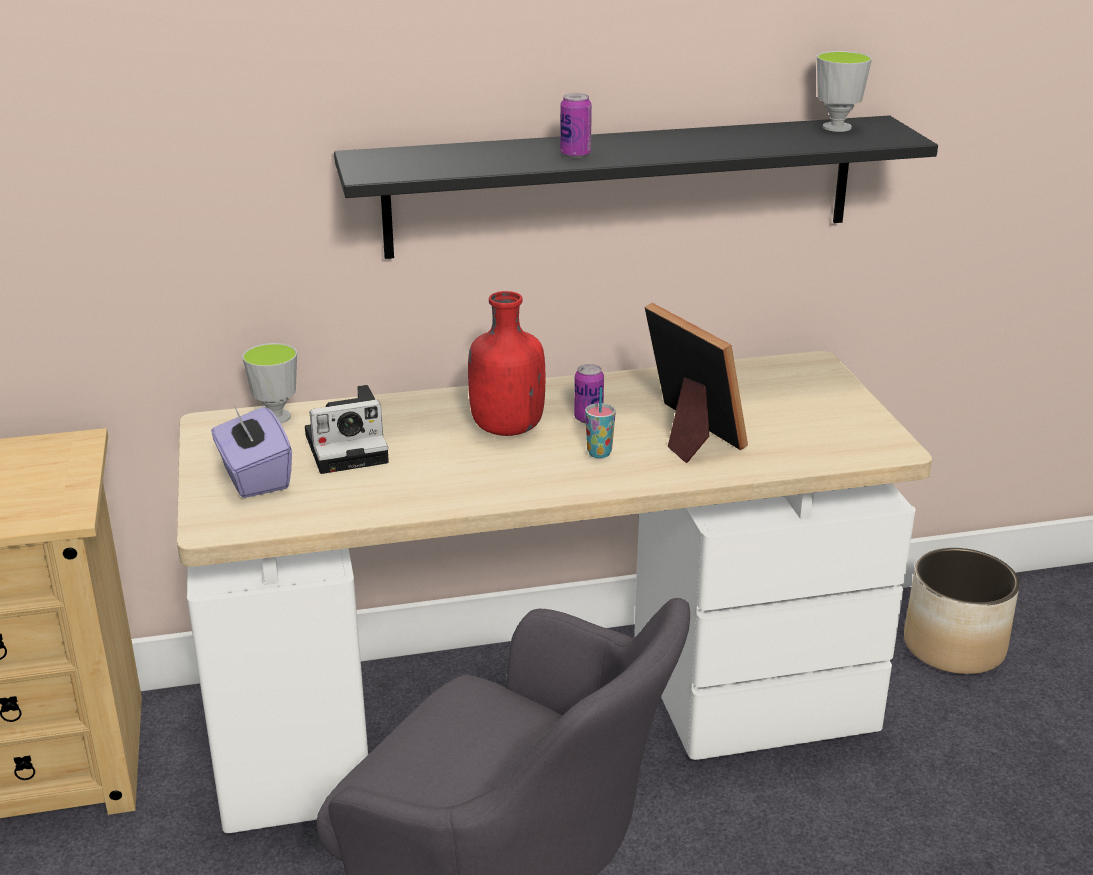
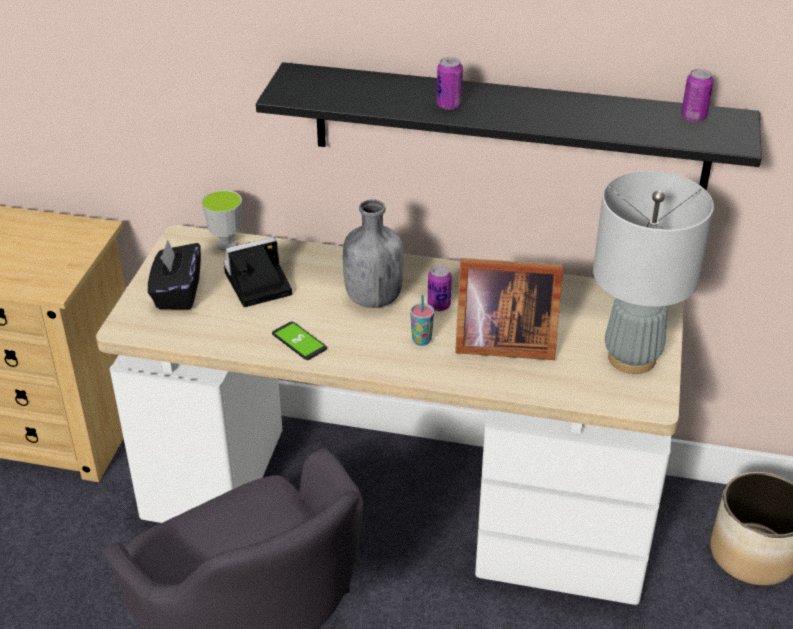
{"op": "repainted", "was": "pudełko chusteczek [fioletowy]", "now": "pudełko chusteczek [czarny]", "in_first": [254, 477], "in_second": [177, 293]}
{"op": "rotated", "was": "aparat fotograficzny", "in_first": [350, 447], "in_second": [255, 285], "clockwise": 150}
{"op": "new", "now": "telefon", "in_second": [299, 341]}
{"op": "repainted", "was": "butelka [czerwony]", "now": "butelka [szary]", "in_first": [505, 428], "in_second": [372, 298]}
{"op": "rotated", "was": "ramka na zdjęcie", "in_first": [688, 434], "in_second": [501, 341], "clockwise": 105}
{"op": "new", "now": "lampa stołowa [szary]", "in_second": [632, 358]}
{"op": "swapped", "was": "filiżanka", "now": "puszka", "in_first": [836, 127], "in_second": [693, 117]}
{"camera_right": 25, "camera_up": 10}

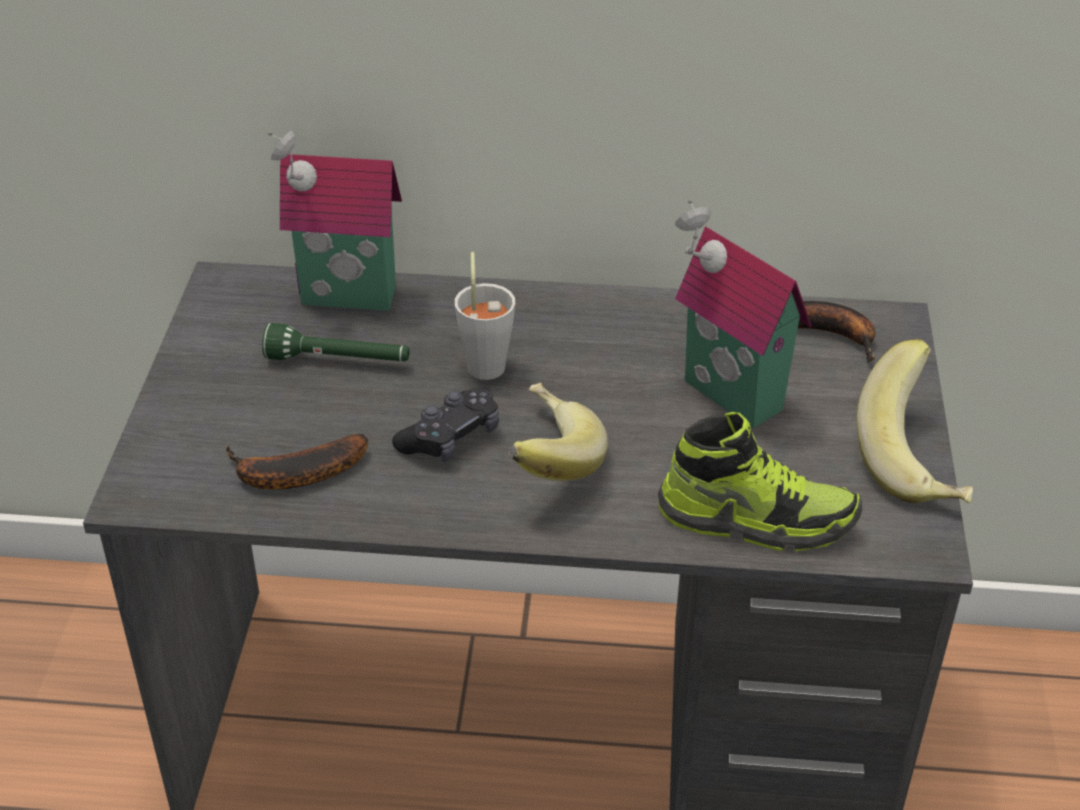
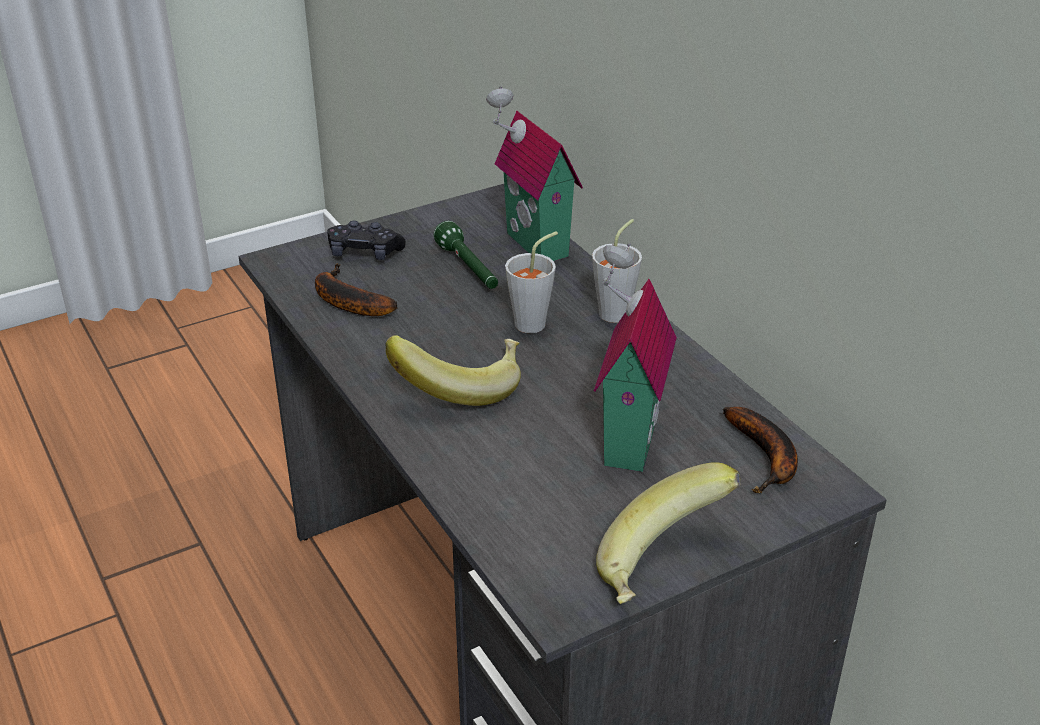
{"op": "shifted", "was": "pad do gier [czarny]", "in_first": [450, 437], "in_second": [365, 253]}
{"op": "new", "now": "filiżanka [szary]", "in_second": [618, 310]}
{"op": "gone", "was": "but", "in_first": [756, 519]}
{"camera_right": 55, "camera_up": -5}

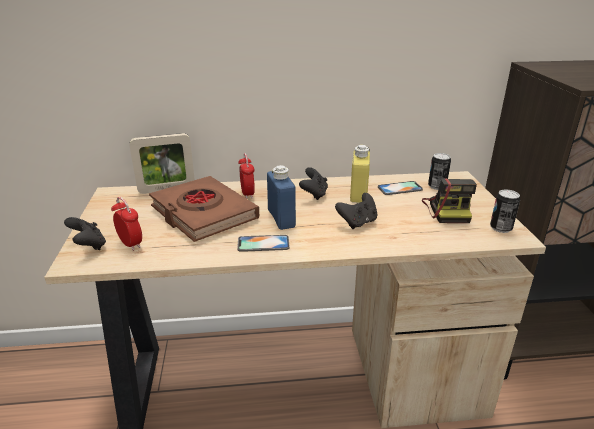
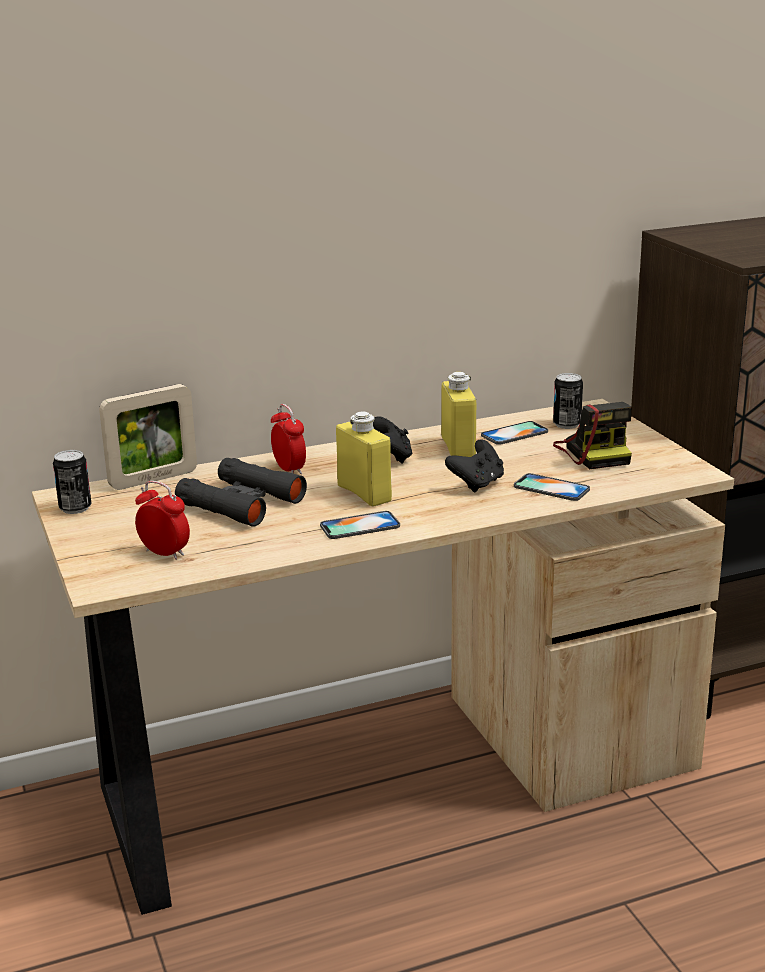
{"op": "shifted", "was": "puszka", "in_first": [501, 228], "in_second": [75, 508]}
{"op": "swapped", "was": "książka [brązowy]", "now": "lornetka [czarny]", "in_first": [203, 213], "in_second": [241, 503]}
{"op": "repainted", "was": "butelka [niebieski]", "now": "butelka [żółty]", "in_first": [281, 219], "in_second": [364, 494]}
{"op": "new", "now": "telefon", "in_second": [551, 488]}
{"op": "gone", "was": "pad do gier [czarny]", "in_first": [89, 246]}
{"camera_right": -15, "camera_up": -5}

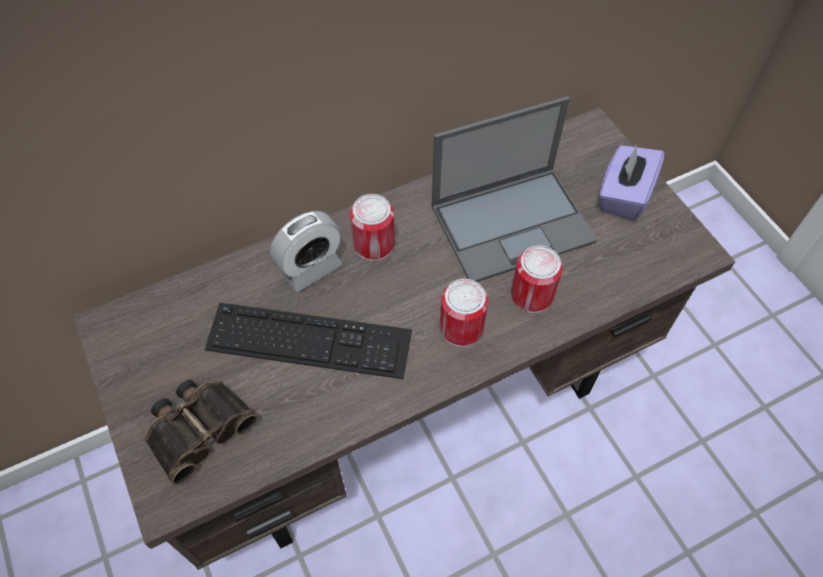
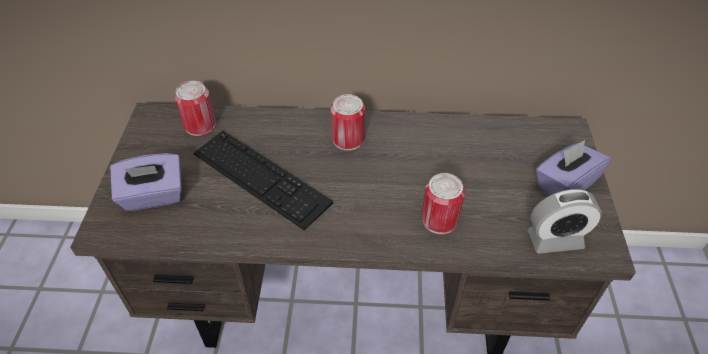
{"op": "swapped", "was": "lornetka", "now": "pudełko chusteczek [fioletowy]", "in_first": [198, 428], "in_second": [153, 196]}
{"op": "shifted", "was": "puszka", "in_first": [461, 328], "in_second": [200, 125]}
{"op": "shifted", "was": "budzik", "in_first": [310, 268], "in_second": [555, 239]}
{"op": "gone", "was": "laptop", "in_first": [513, 223]}
{"camera_right": 30, "camera_up": -10}

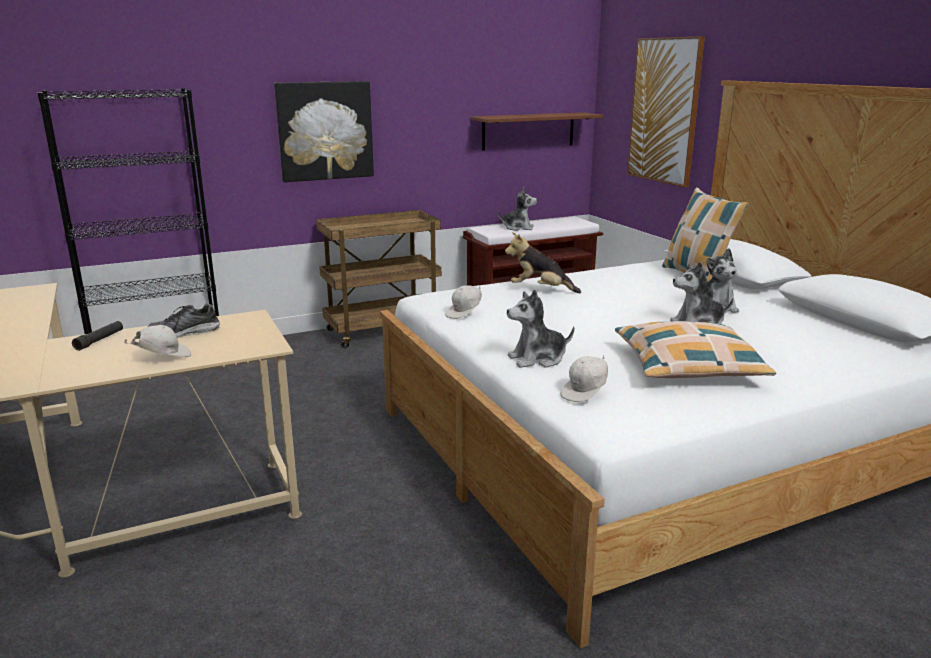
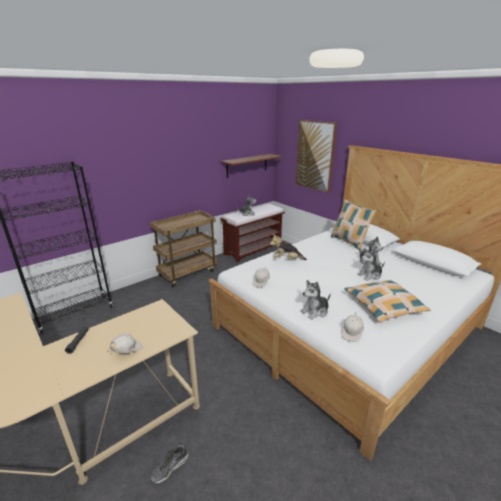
{"op": "shifted", "was": "but", "in_first": [185, 333], "in_second": [170, 467]}
{"op": "gone", "was": "obraz", "in_first": [325, 131]}
{"camera_right": -15, "camera_up": 5}

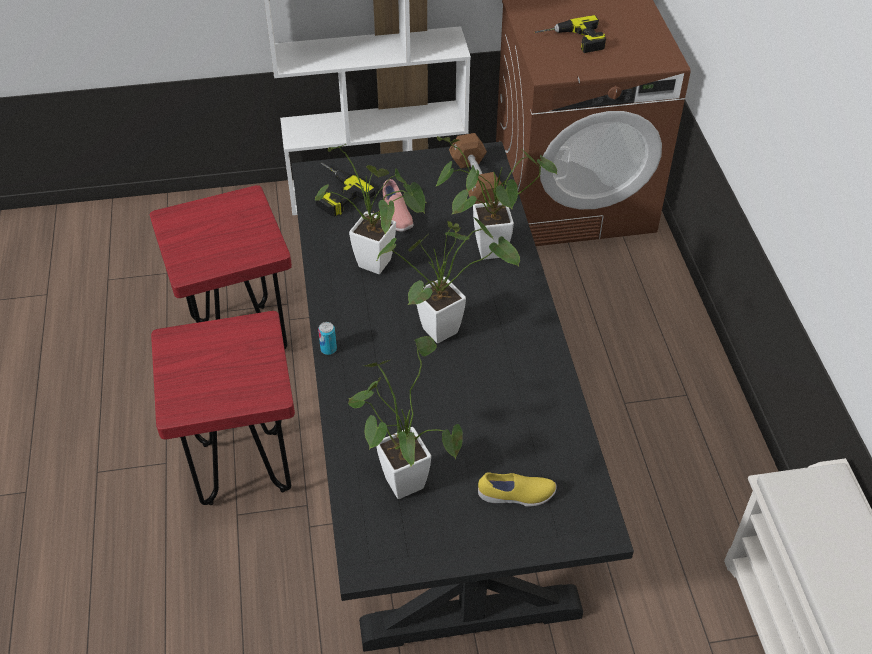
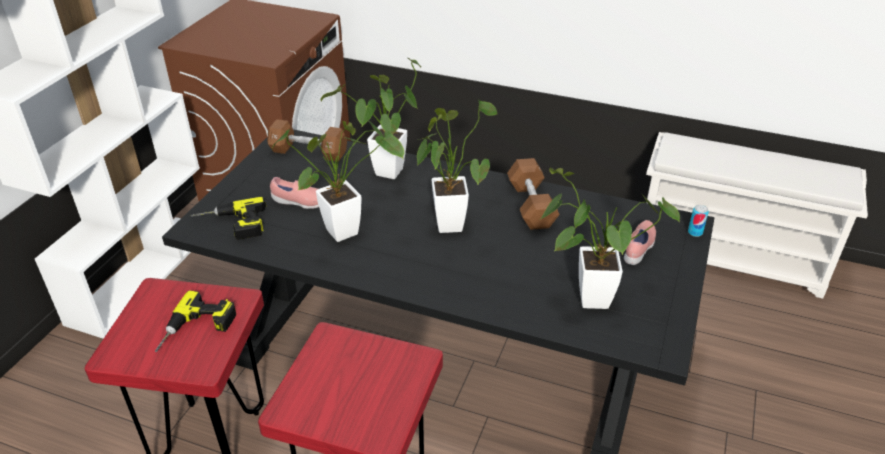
{"op": "shifted", "was": "wiertarka", "in_first": [572, 41], "in_second": [197, 330]}
{"op": "new", "now": "hantel [brązowy]", "in_second": [531, 205]}
{"op": "repainted", "was": "but [żółty]", "now": "but [różowy]", "in_first": [516, 496], "in_second": [639, 248]}
{"op": "shifted", "was": "puszka", "in_first": [328, 349], "in_second": [695, 232]}
{"camera_right": -60, "camera_up": -10}

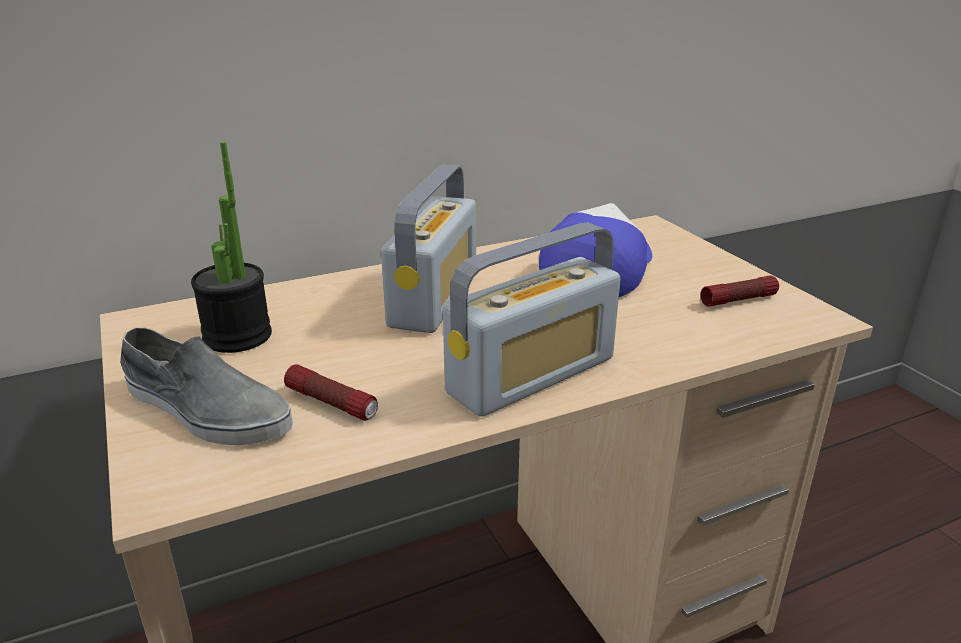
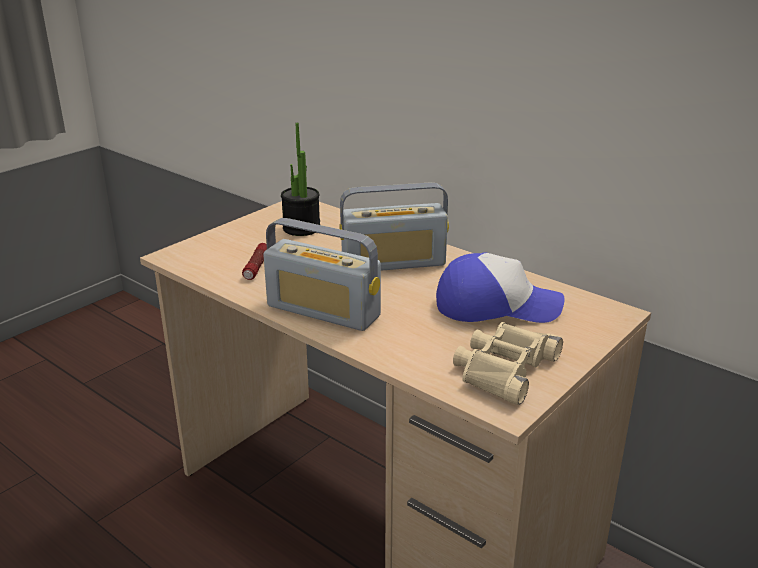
{"op": "swapped", "was": "latarka", "now": "lornetka [beżowy]", "in_first": [738, 300], "in_second": [503, 369]}
{"op": "gone", "was": "but [szary]", "in_first": [206, 410]}
{"camera_right": 65, "camera_up": 0}

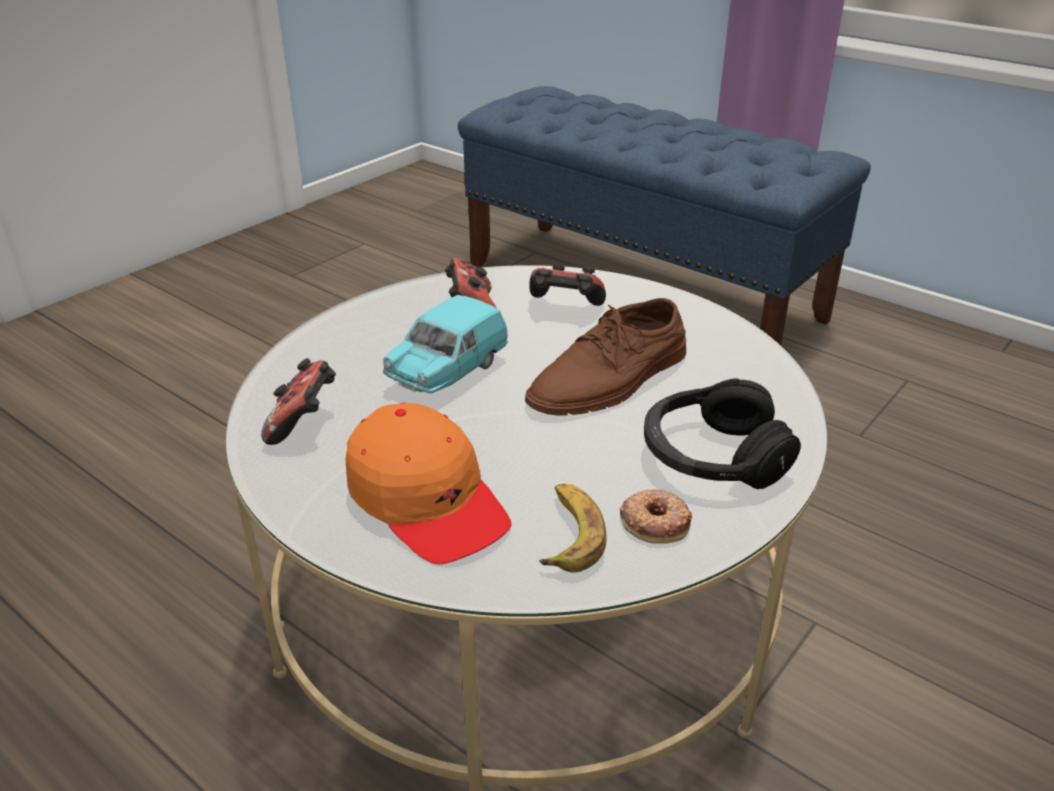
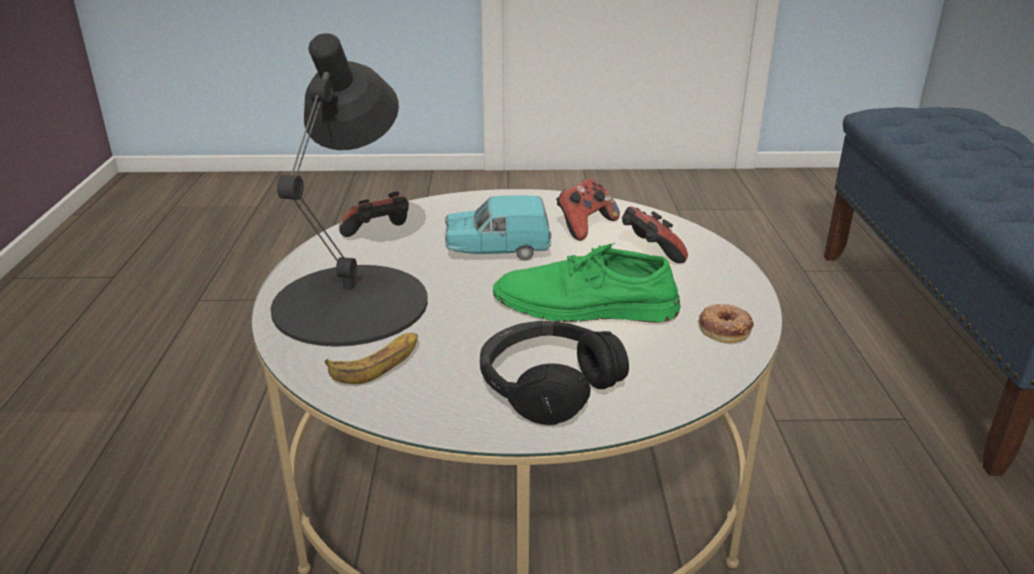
{"op": "swapped", "was": "czapka z daszkiem [pomarańczowy]", "now": "lampa stołowa [czarny]", "in_first": [427, 500], "in_second": [352, 302]}
{"op": "repainted", "was": "but [brązowy]", "now": "but [zielony]", "in_first": [610, 380], "in_second": [584, 307]}
{"op": "shifted", "was": "donut", "in_first": [655, 521], "in_second": [725, 328]}
{"camera_right": 50, "camera_up": -5}

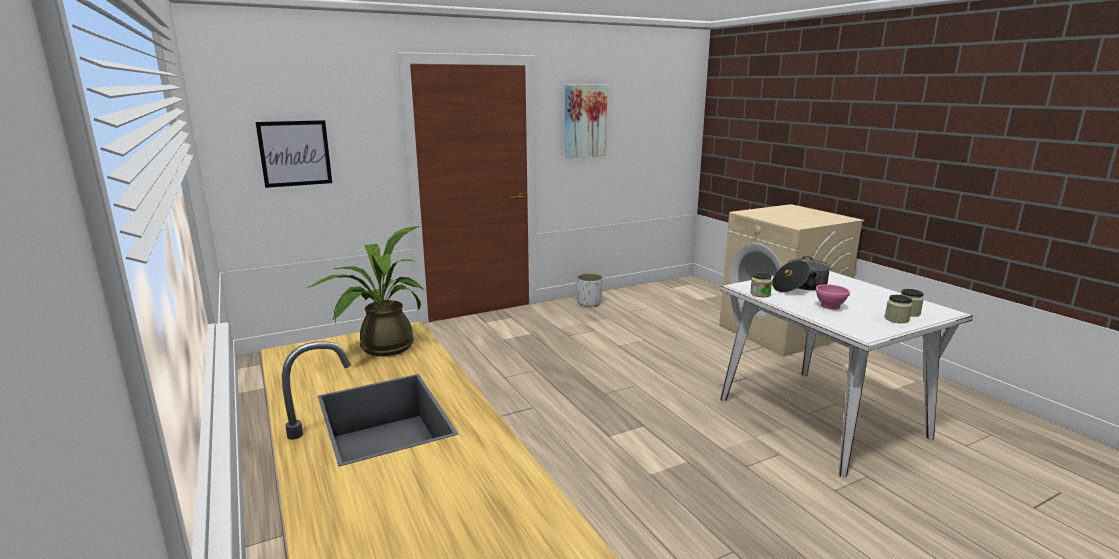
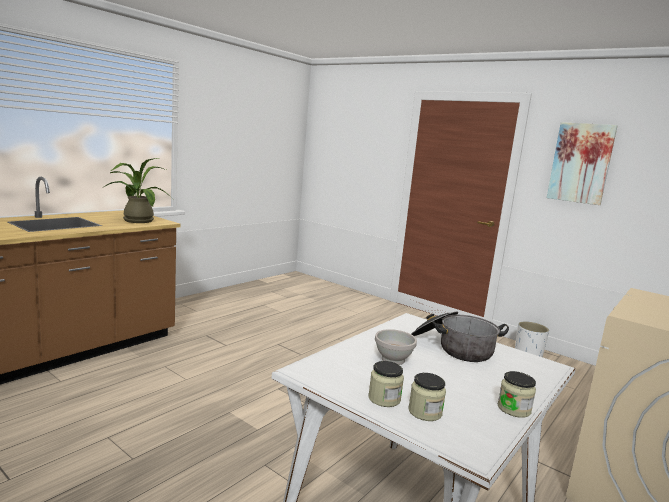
{"op": "repainted", "was": "miska [różowy]", "now": "miska [biały]", "in_first": [829, 306], "in_second": [393, 359]}
{"op": "shifted", "was": "słoik", "in_first": [760, 294], "in_second": [514, 409]}
{"op": "gone", "was": "obraz", "in_first": [295, 153]}
{"camera_right": 65, "camera_up": -5}

